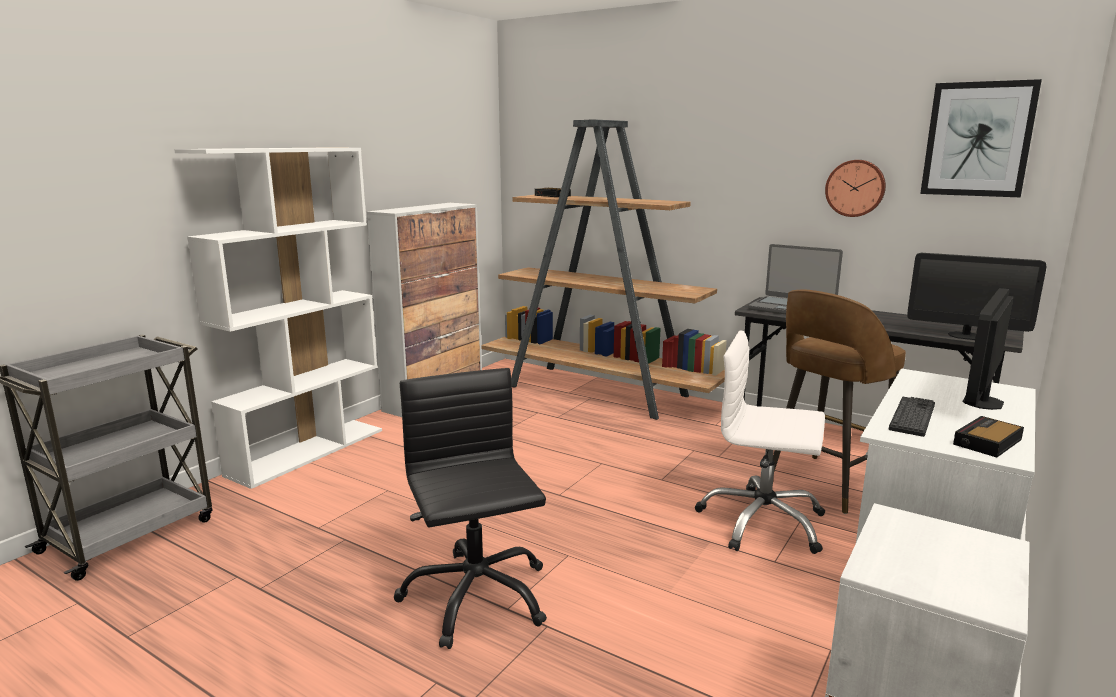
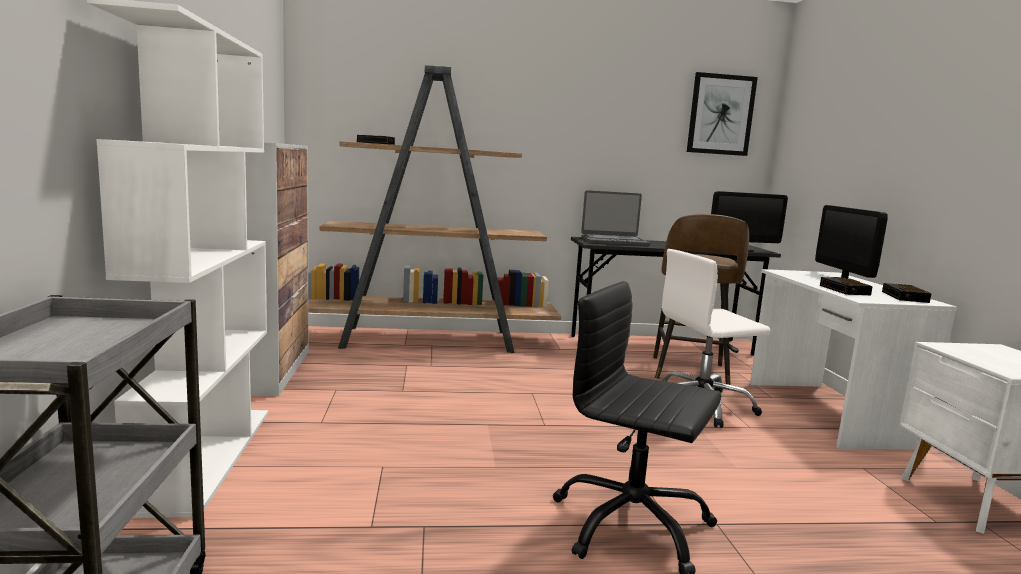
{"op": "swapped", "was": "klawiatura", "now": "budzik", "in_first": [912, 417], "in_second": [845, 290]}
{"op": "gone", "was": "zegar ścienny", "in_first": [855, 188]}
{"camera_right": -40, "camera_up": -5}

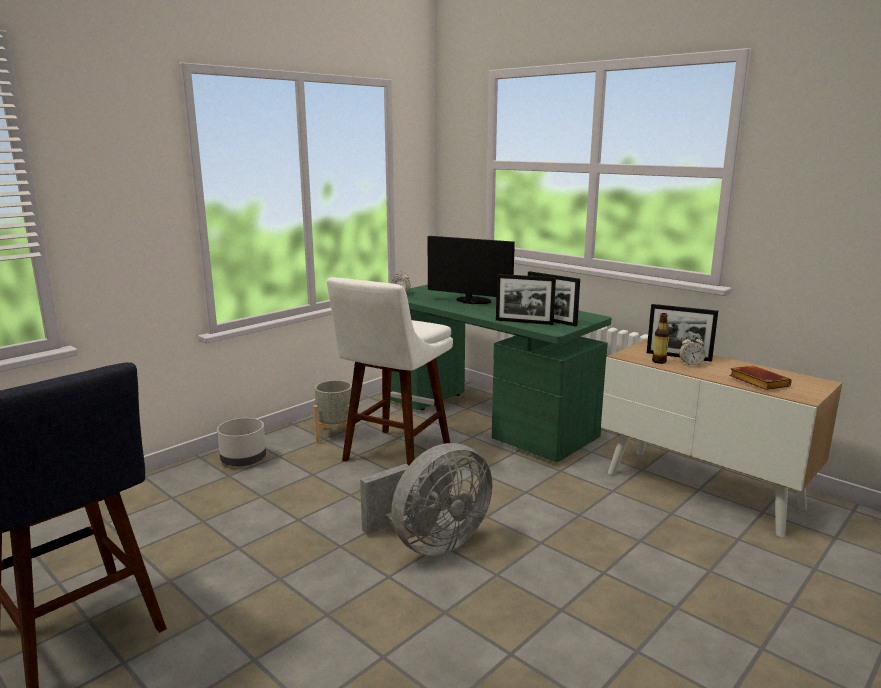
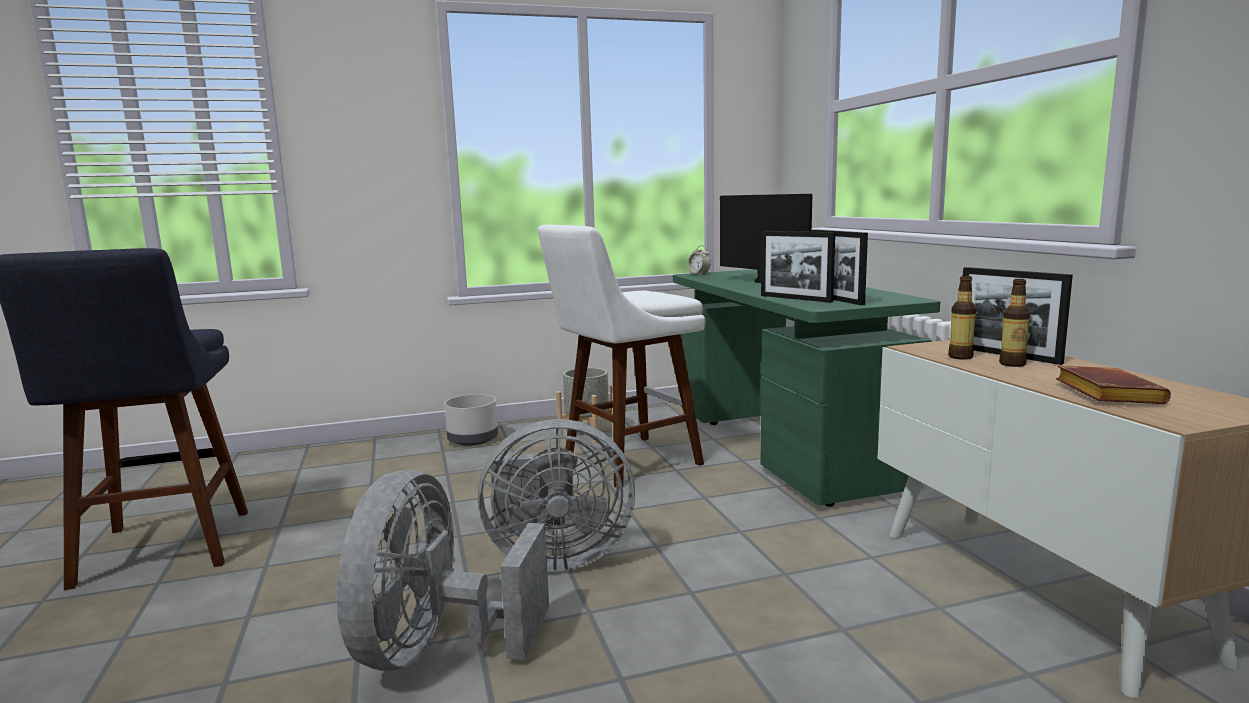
{"op": "new", "now": "wentylator [szary]", "in_second": [437, 649]}
{"op": "swapped", "was": "budzik", "now": "butelka", "in_first": [690, 364], "in_second": [1012, 364]}
{"camera_right": 30, "camera_up": -5}

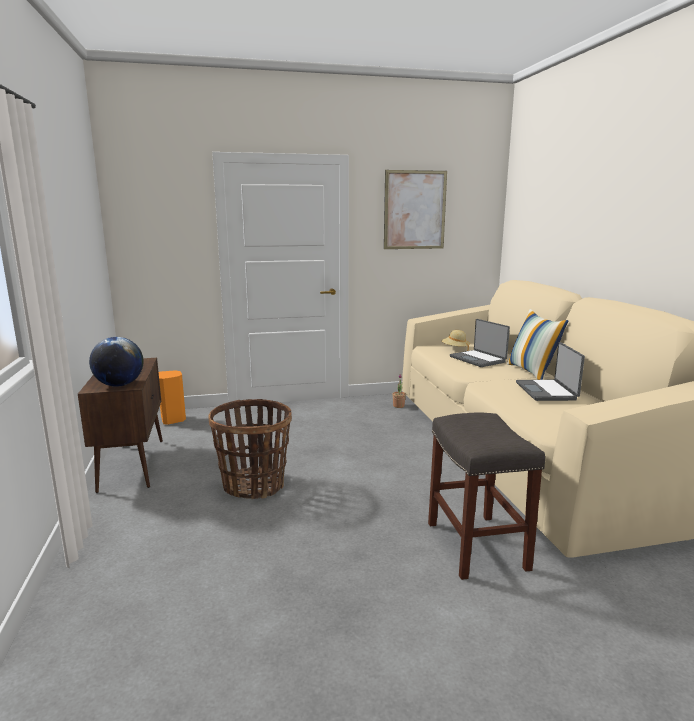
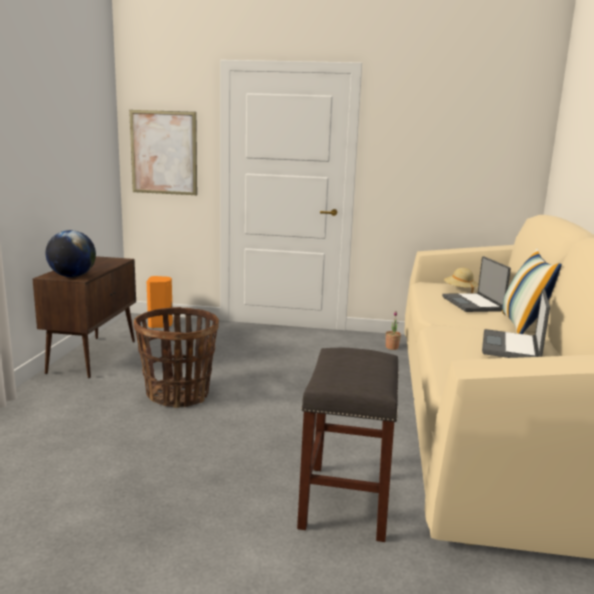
{"op": "shifted", "was": "obraz", "in_first": [415, 210], "in_second": [163, 153]}
{"camera_right": 20, "camera_up": 0}

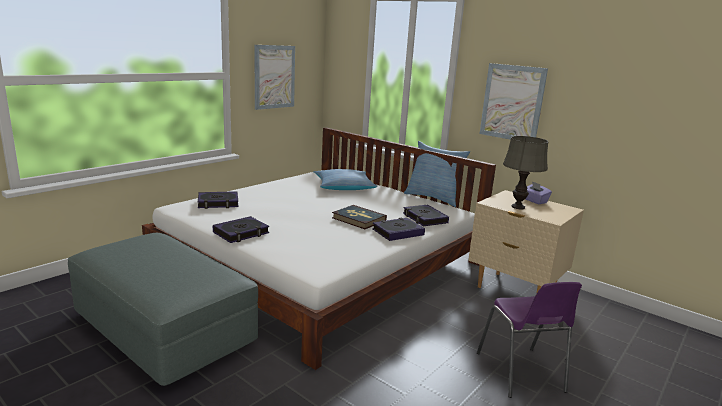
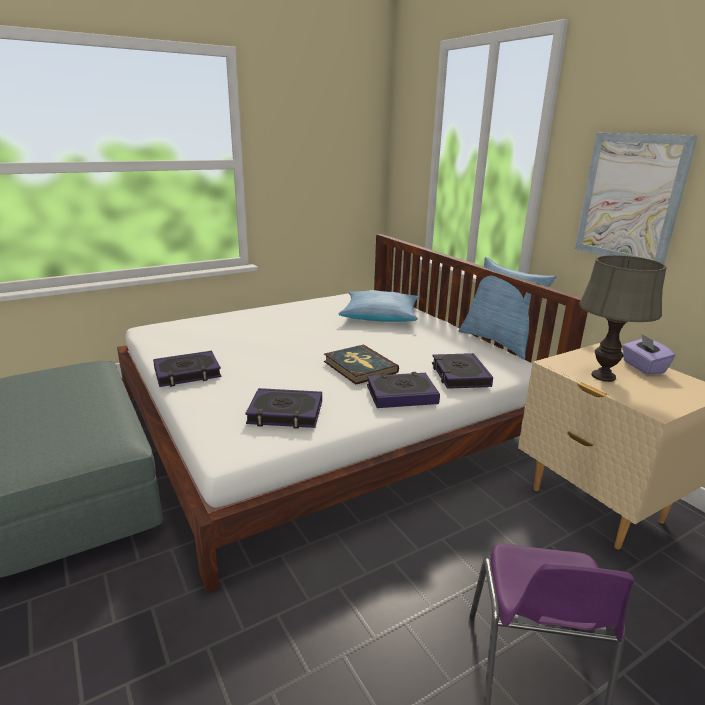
{"op": "shifted", "was": "książka", "in_first": [218, 203], "in_second": [285, 413]}
{"op": "gone", "was": "obraz", "in_first": [274, 77]}
{"camera_right": 20, "camera_up": 5}

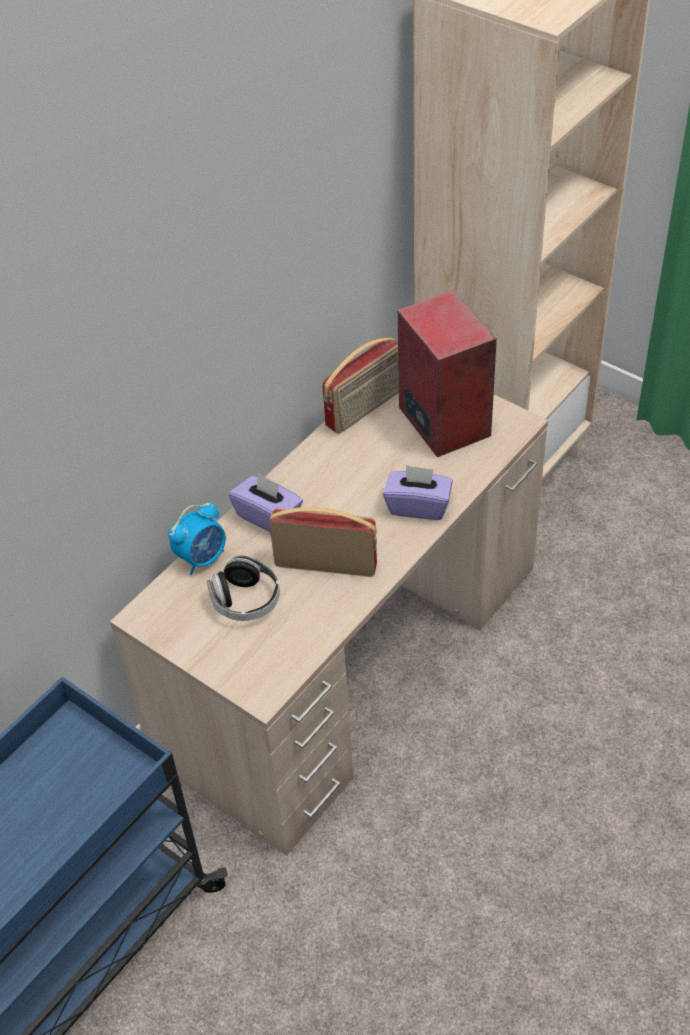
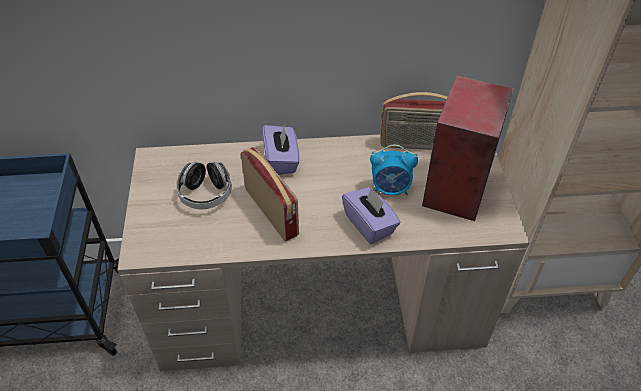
{"op": "shifted", "was": "budzik", "in_first": [202, 557], "in_second": [390, 189]}
{"camera_right": 45, "camera_up": 0}

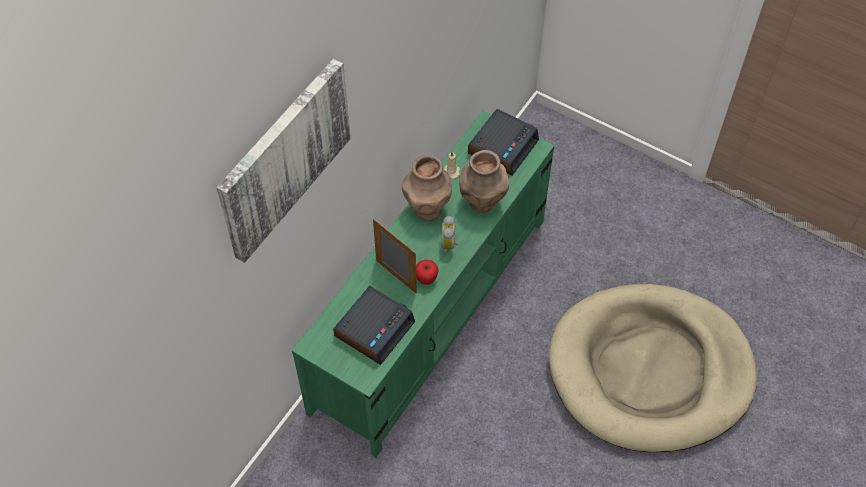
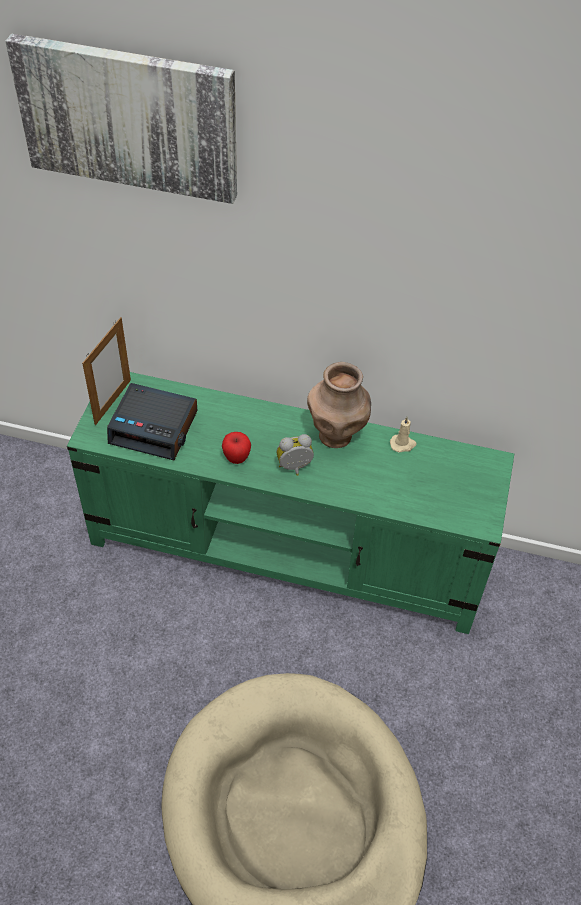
{"op": "shifted", "was": "ramka na zdjęcie", "in_first": [396, 277], "in_second": [112, 402]}
{"op": "gone", "was": "wazon [brązowy]", "in_first": [482, 202]}
{"op": "gone", "was": "budzik", "in_first": [502, 146]}
{"camera_right": 70, "camera_up": -5}

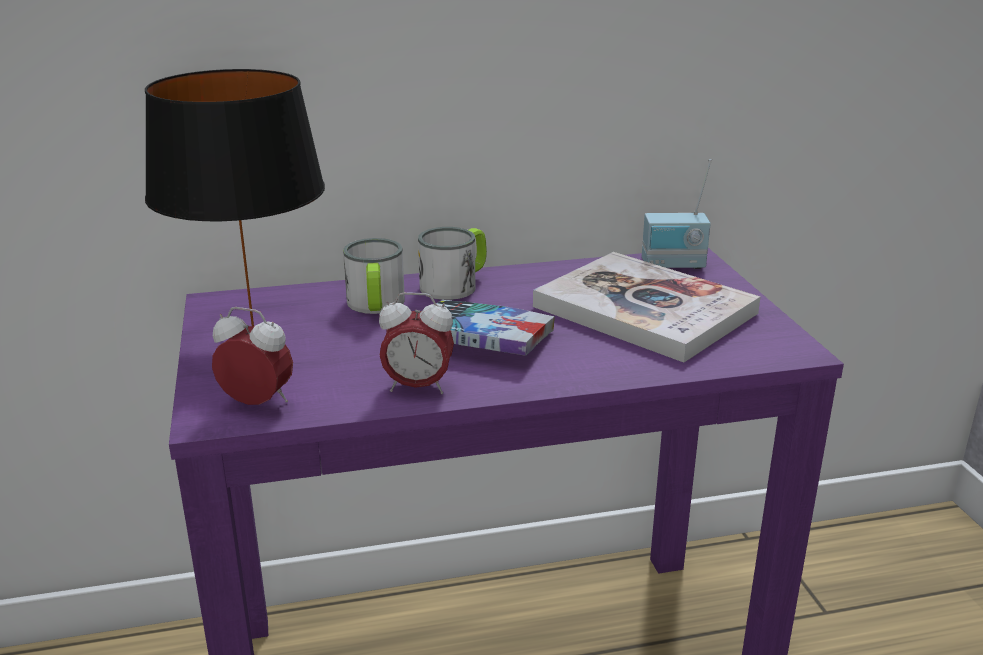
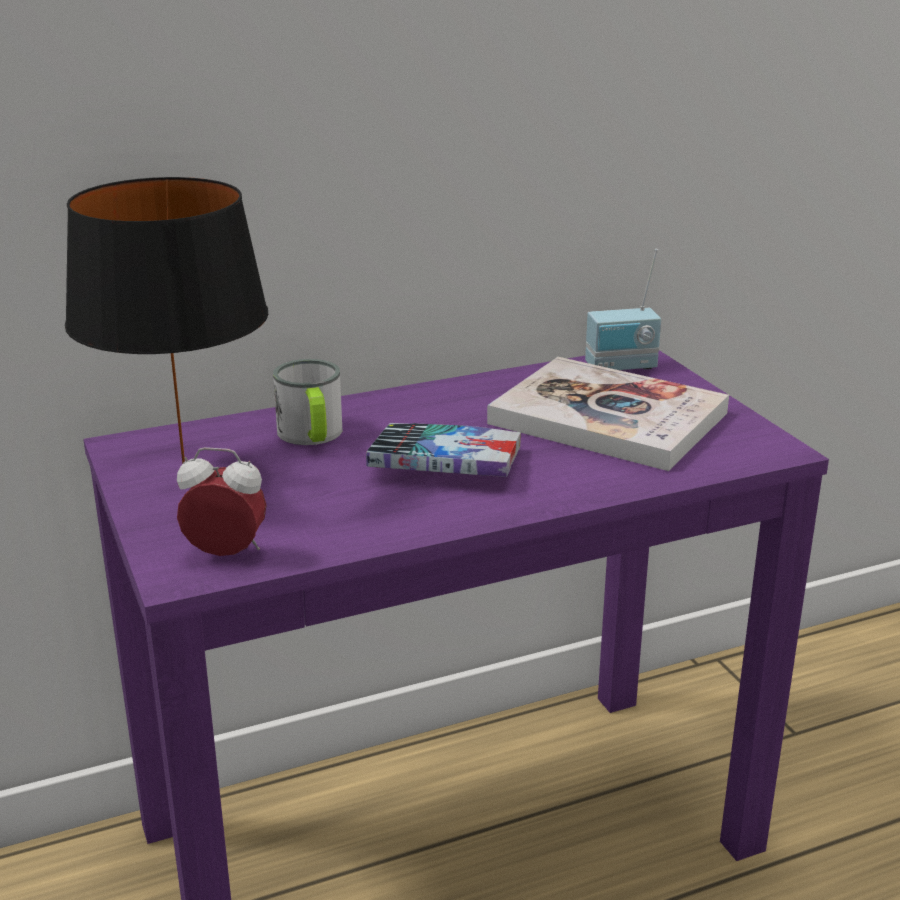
{"op": "gone", "was": "budzik", "in_first": [418, 387]}
{"op": "gone", "was": "kubek", "in_first": [455, 285]}
{"camera_right": -10, "camera_up": 0}

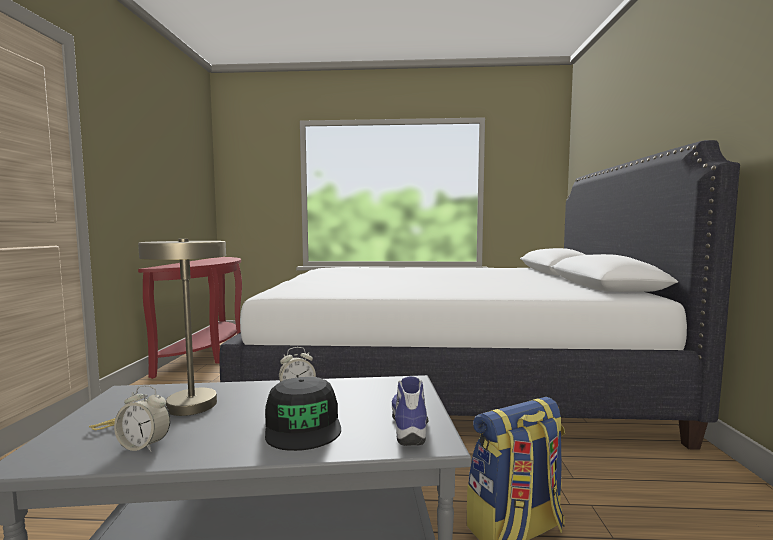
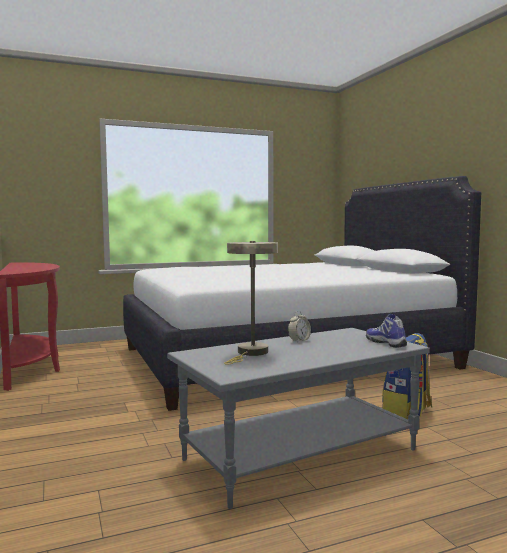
{"op": "gone", "was": "budzik", "in_first": [144, 445]}
{"op": "gone", "was": "czapka z daszkiem [czarny]", "in_first": [303, 425]}
{"camera_right": -25, "camera_up": 0}

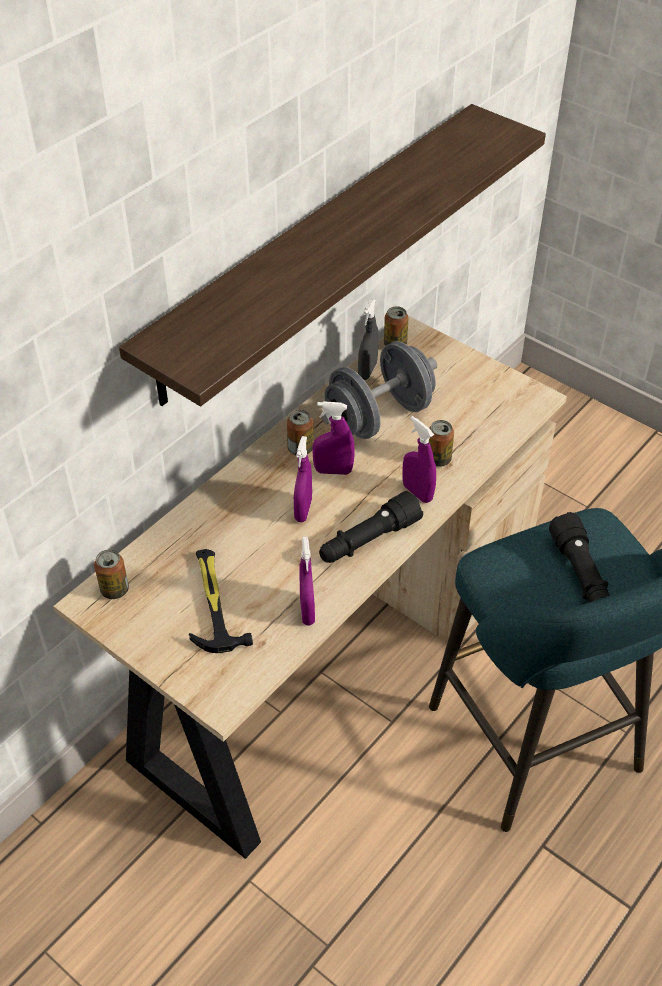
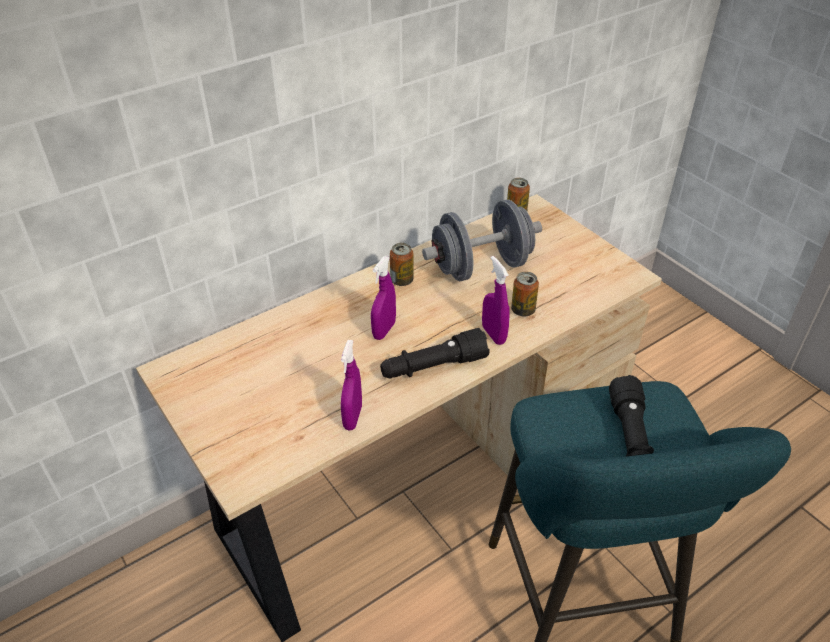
{"op": "gone", "was": "puszka", "in_first": [114, 590]}
{"op": "gone", "was": "półka", "in_first": [316, 250]}
{"op": "gone", "was": "młotek", "in_first": [213, 602]}
{"op": "gone", "was": "spryskiwacz [fioletowy]", "in_first": [333, 471]}
{"op": "gone", "was": "spryskiwacz [szary]", "in_first": [367, 371]}
{"camera_right": 15, "camera_up": -5}

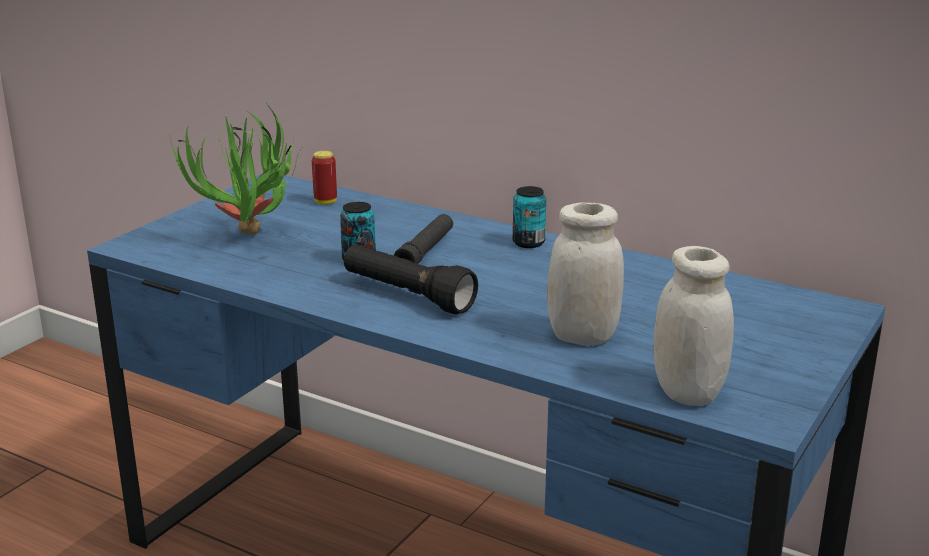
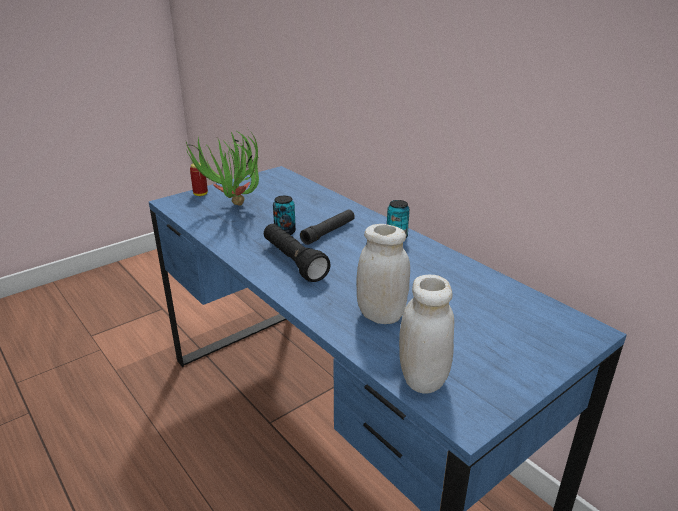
{"op": "shifted", "was": "puszka", "in_first": [325, 202], "in_second": [200, 194]}
{"camera_right": 20, "camera_up": 5}

